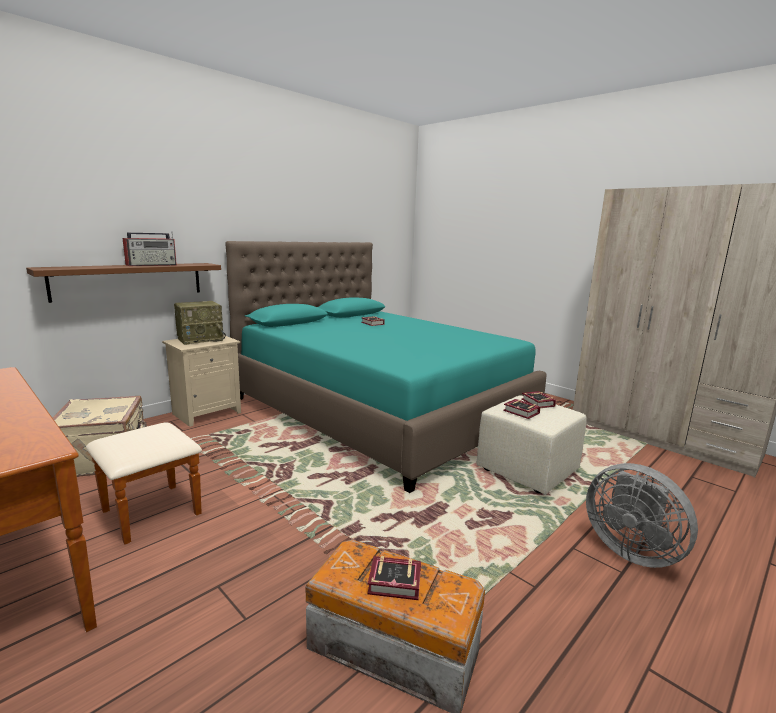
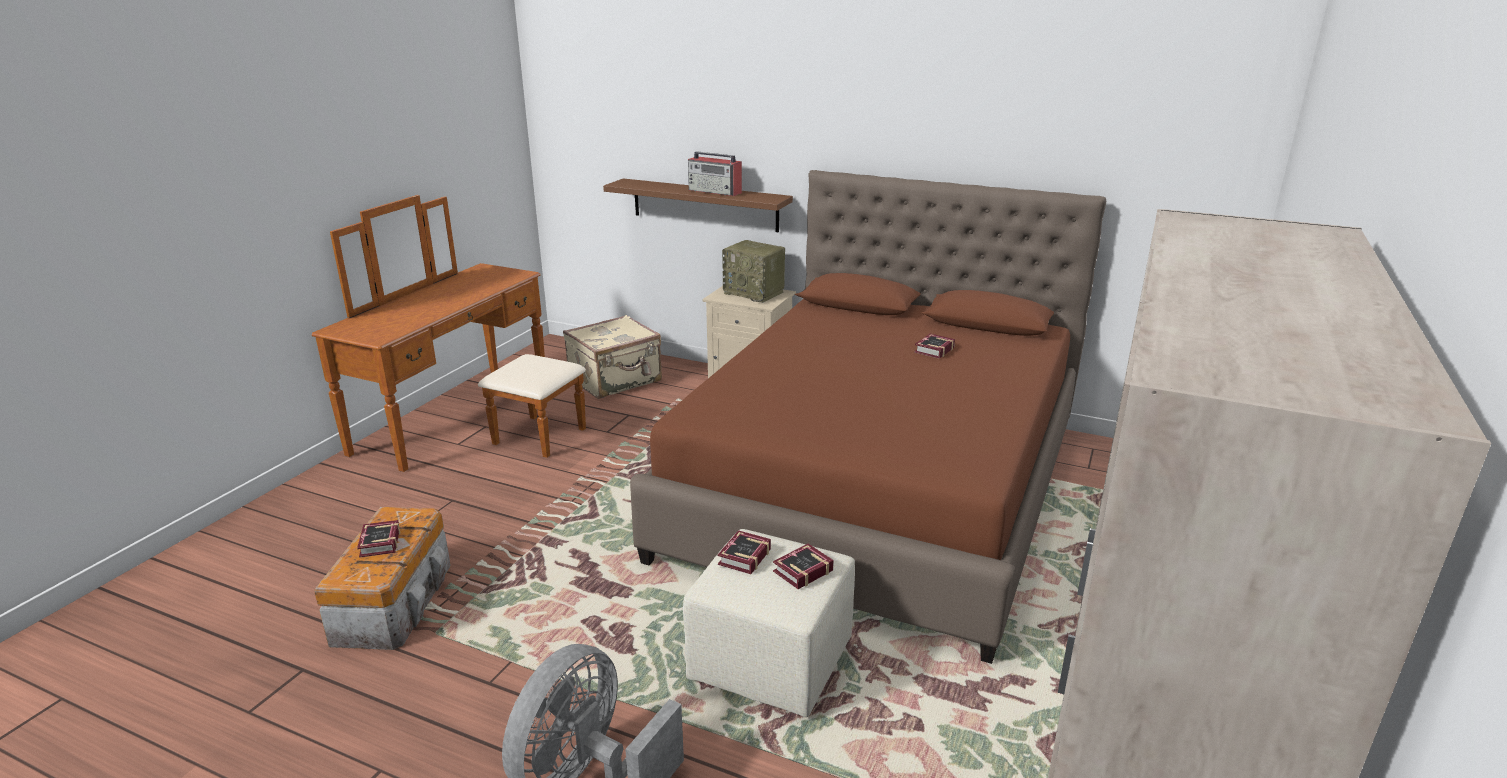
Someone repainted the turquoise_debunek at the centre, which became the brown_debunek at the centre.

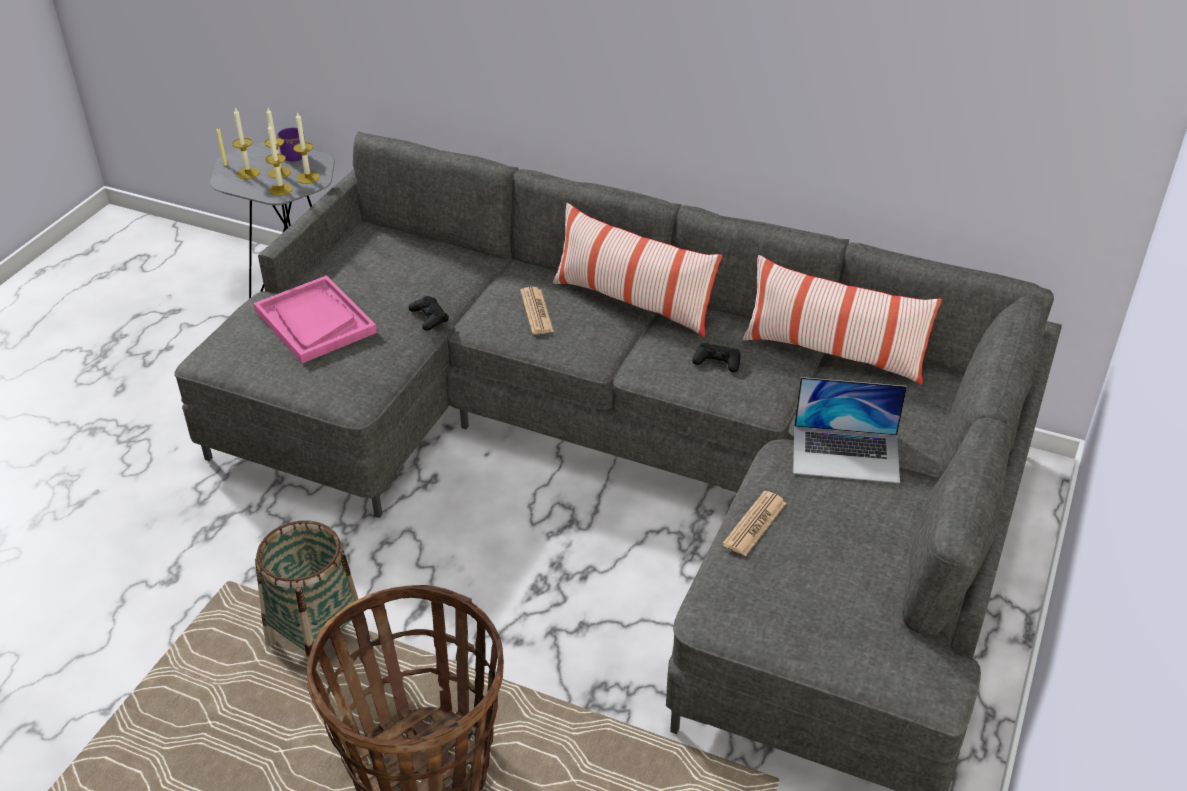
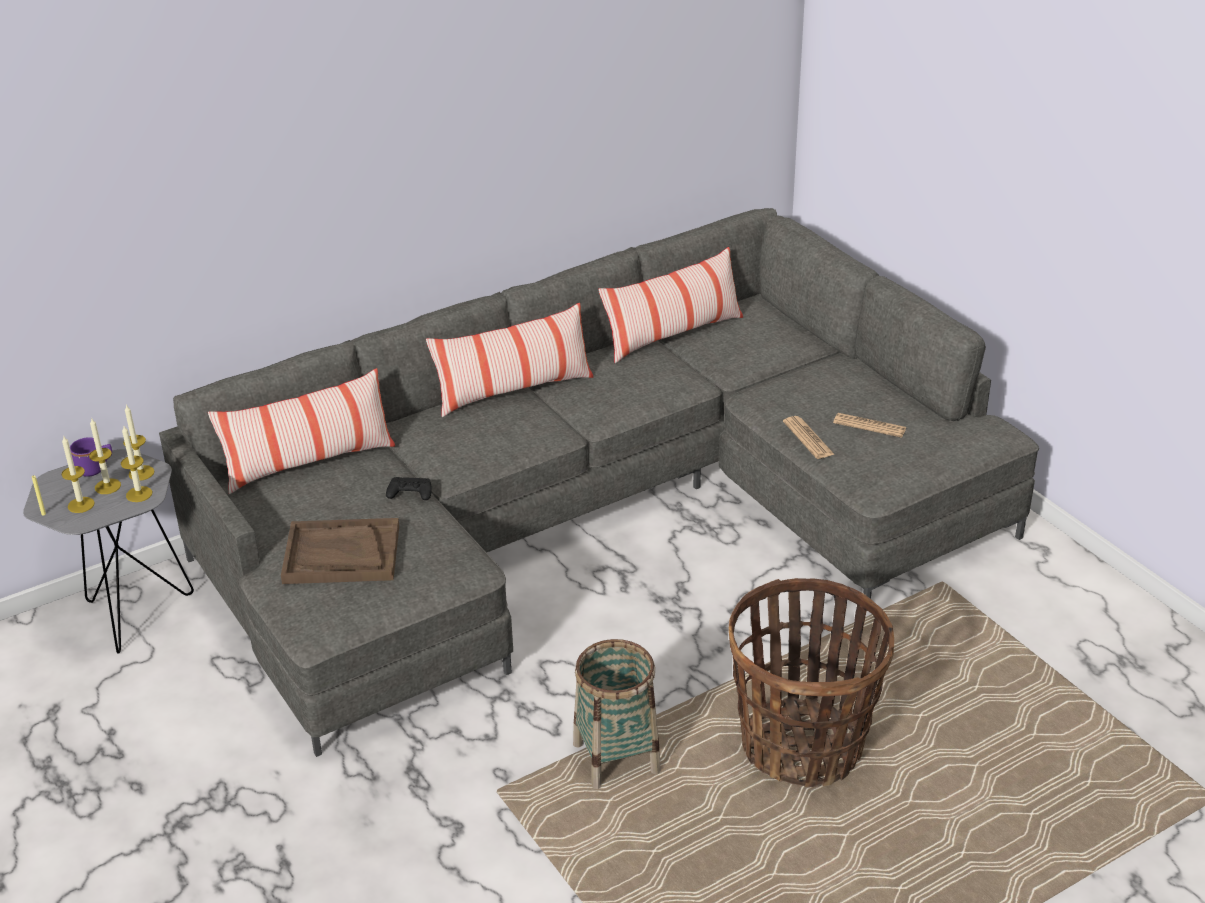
Someone repainted the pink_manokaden at the middle left, which became the brown_manokaden at the middle left. Someone carried the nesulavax (1st from left in the first image) from the centre to the middle right. Someone took away the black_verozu (2nd from left) at the centre. Someone took away the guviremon at the middle right. Someone put down the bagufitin (1st from left) at the middle left.

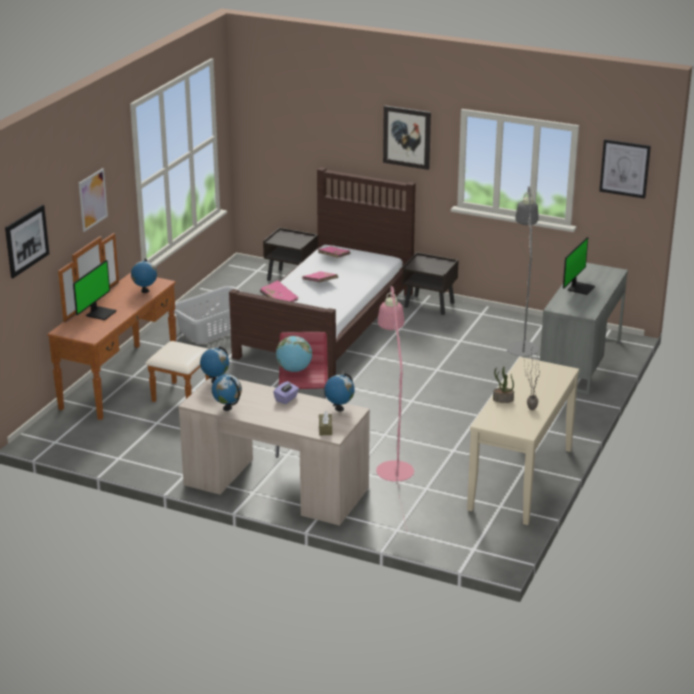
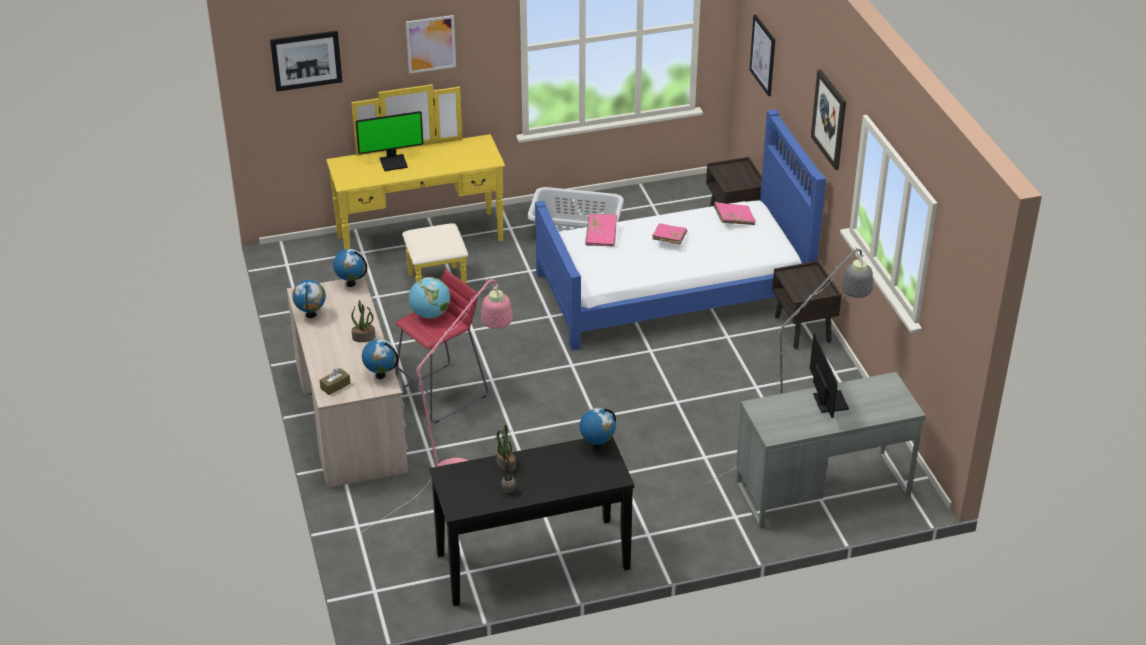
Someone carried the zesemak (4th from left in the first image) from the top right to the top centre. Someone repainted the brown_debunek at the centre, which became the blue_debunek at the centre. Someone repainted the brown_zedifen at the middle left, which became the yellow_zedifen at the top centre. Someone rotated the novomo (2nd from left) at the middle right by 90 degrees counterclockwise. Someone carried the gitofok (1st from left in the first image) from the middle left to the centre. Someone repainted the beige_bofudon at the middle right, which became the black_bofudon at the bottom centre. Someone swapped the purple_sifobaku at the centre for the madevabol (1st from left) at the middle left.

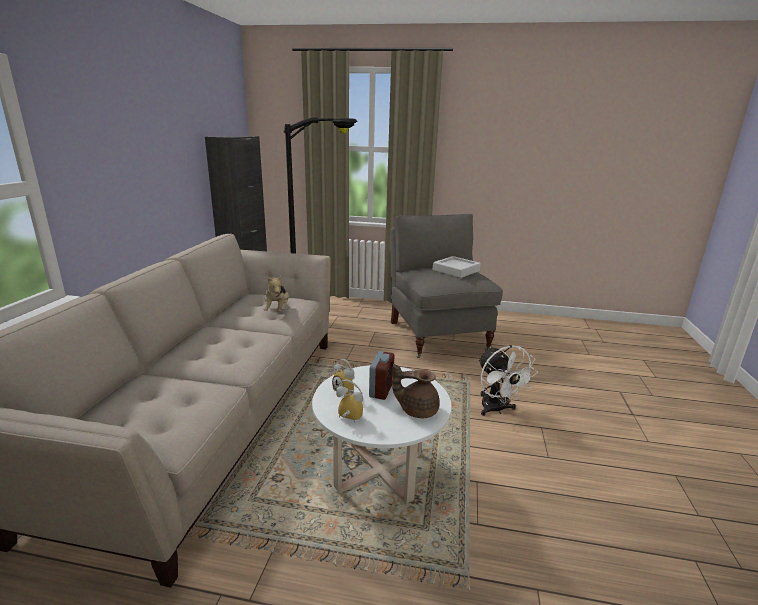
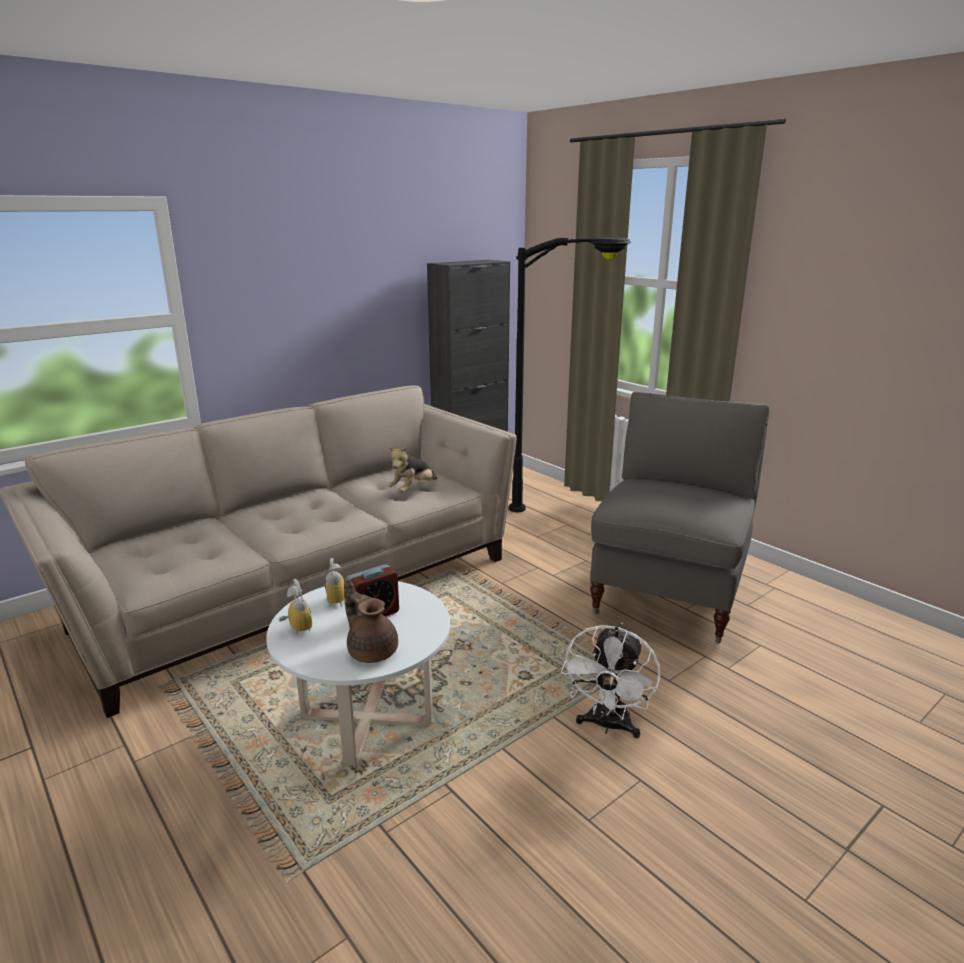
Someone took away the grey_manokaden at the centre.

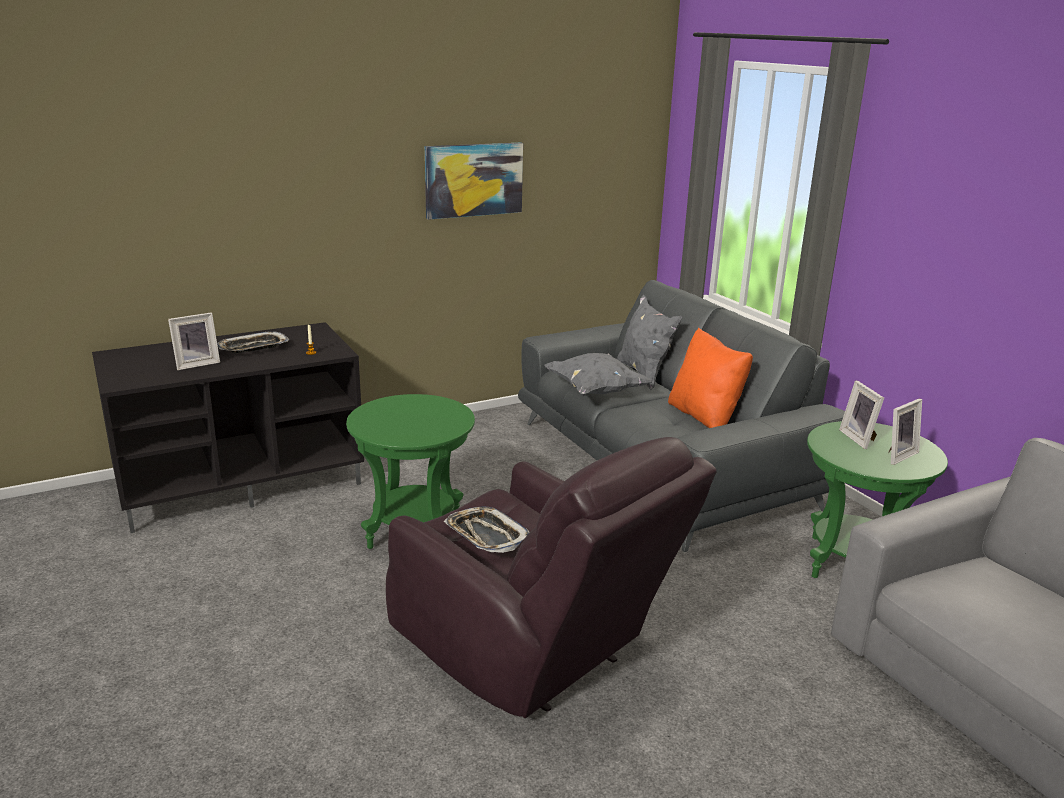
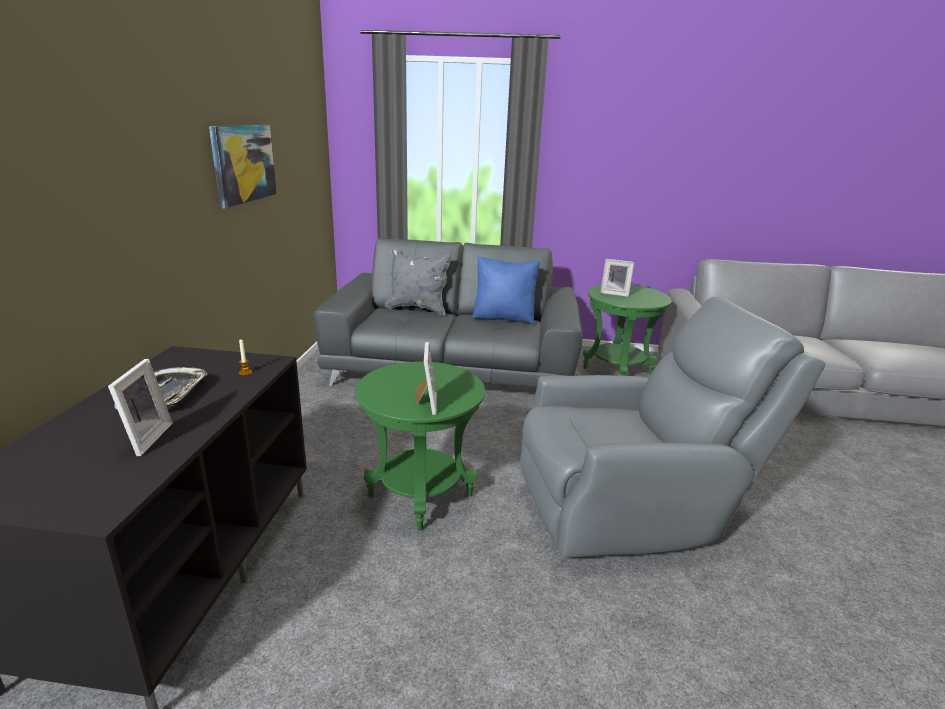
Someone repainted the orange_bagufitin at the middle right, which became the blue_bagufitin at the centre. Someone took away the grey_bagufitin (1st from left) at the centre. Someone carried the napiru (3rd from left in the first image) from the middle right to the centre. Someone repainted the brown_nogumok at the bottom centre, which became the grey_nogumok at the middle right. Someone took away the manokaden (2nd from left) at the centre.

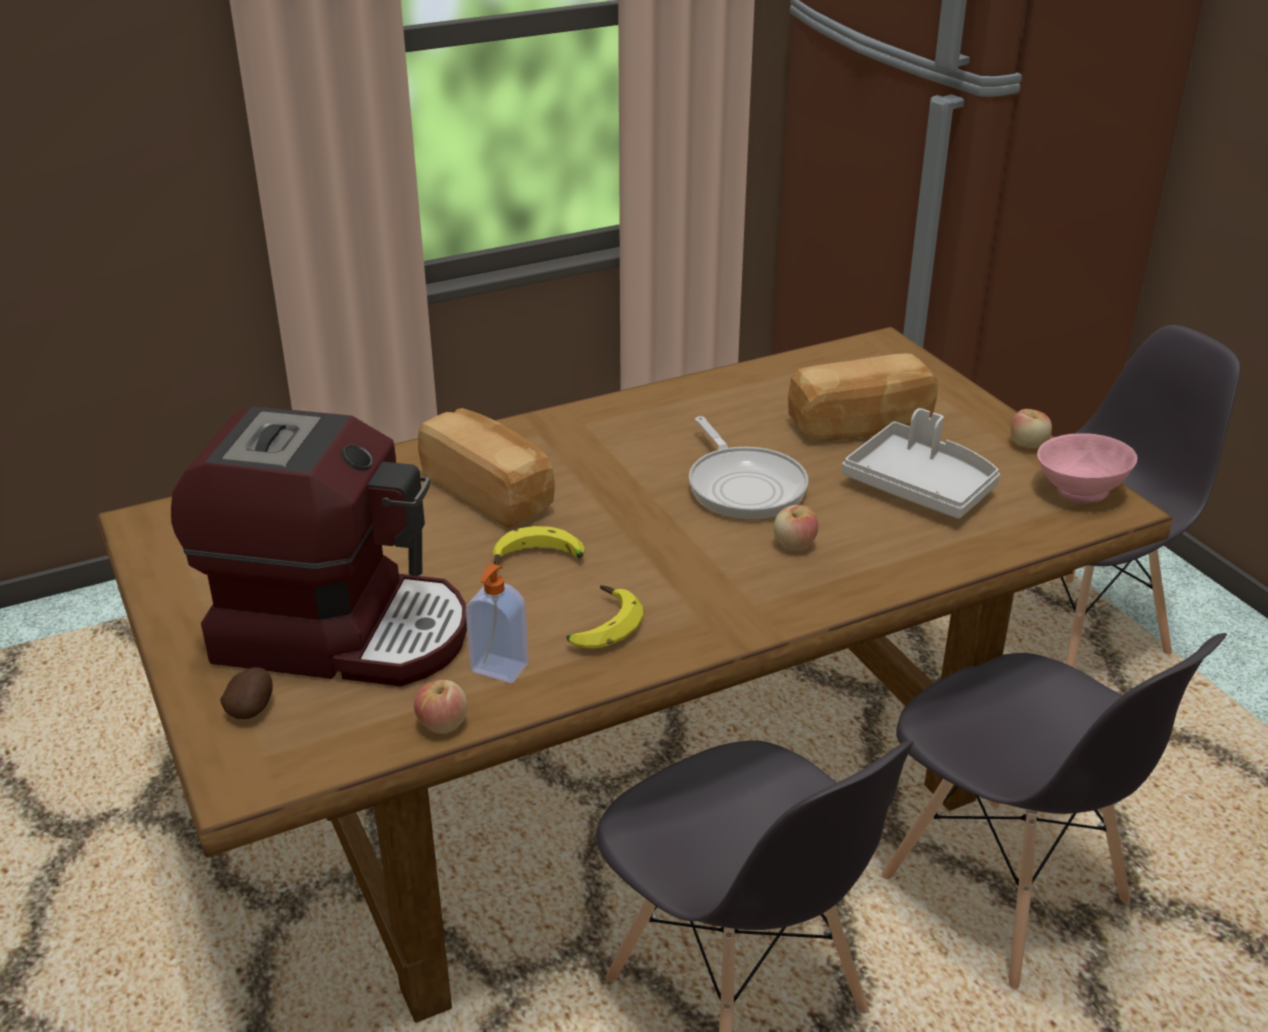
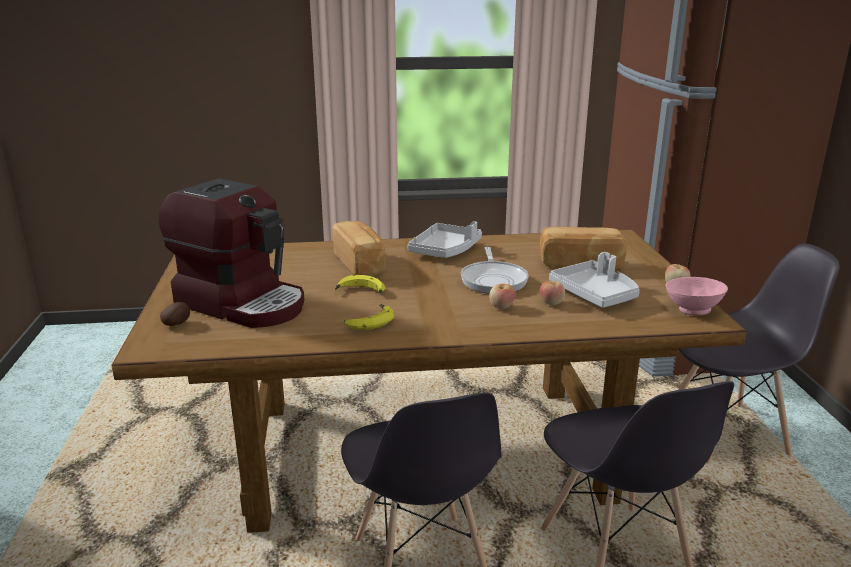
Someone took away the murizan at the centre. Someone carried the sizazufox (1st from left in the first image) from the bottom centre to the centre. Someone put down the grey_manokaden (1st from left) at the centre.

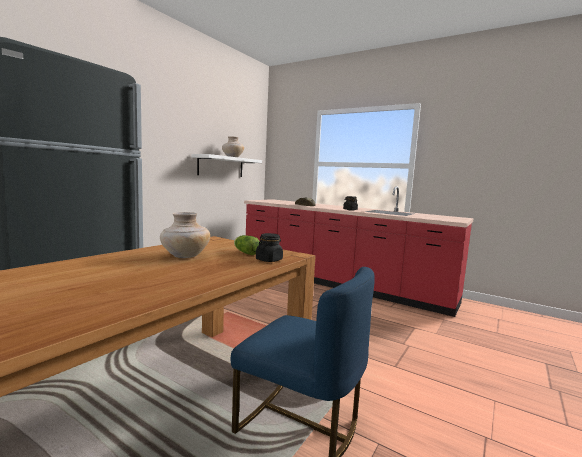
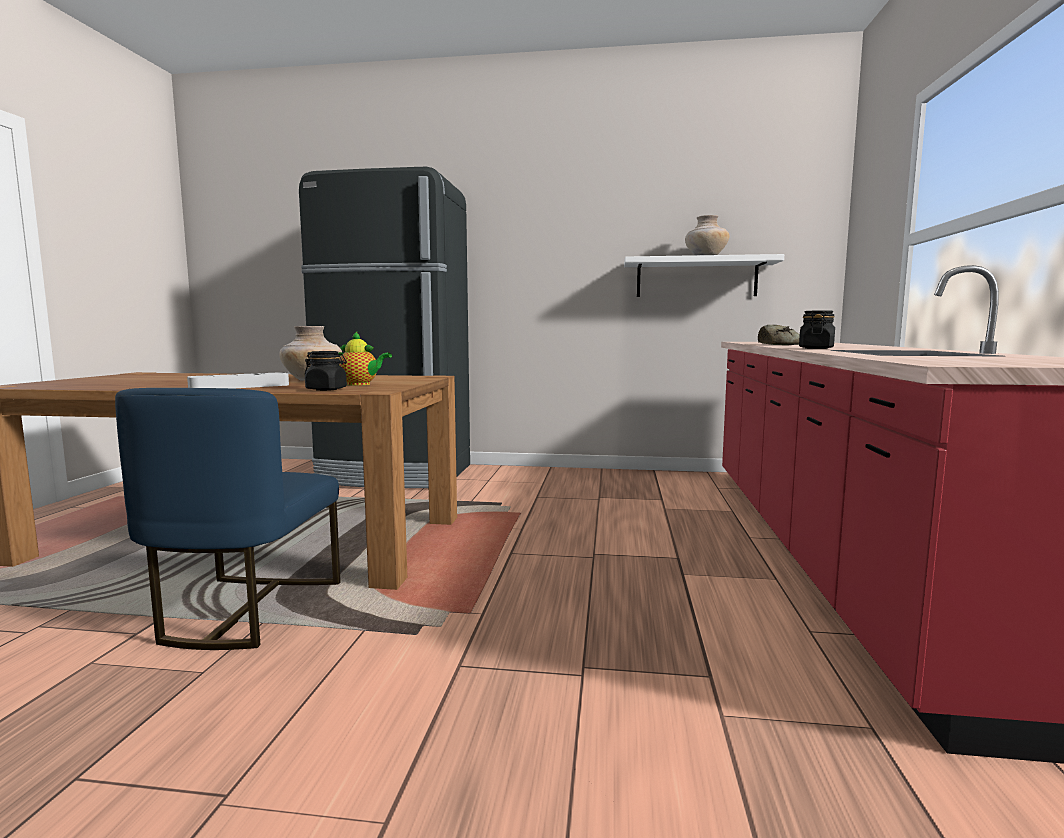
Someone swapped the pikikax at the centre for the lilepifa at the centre. Someone put down the grey_manokaden at the middle left.

